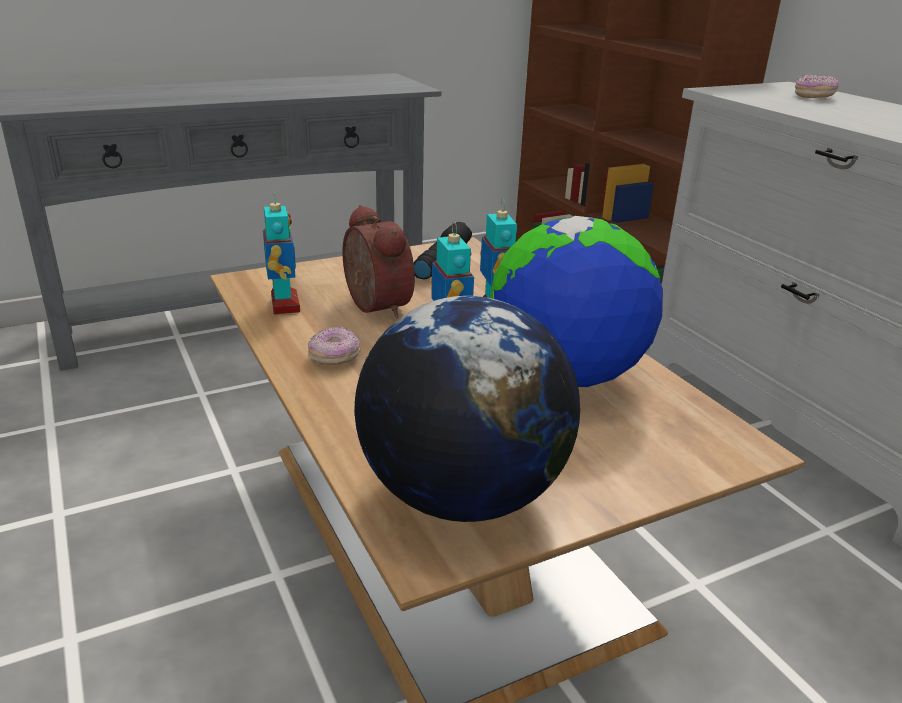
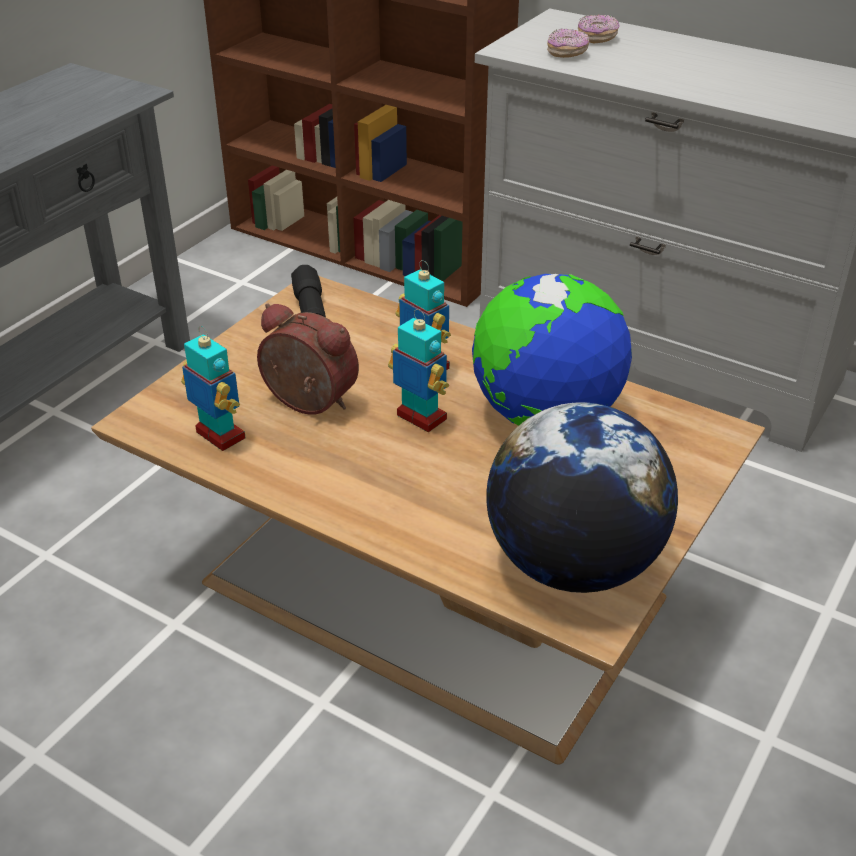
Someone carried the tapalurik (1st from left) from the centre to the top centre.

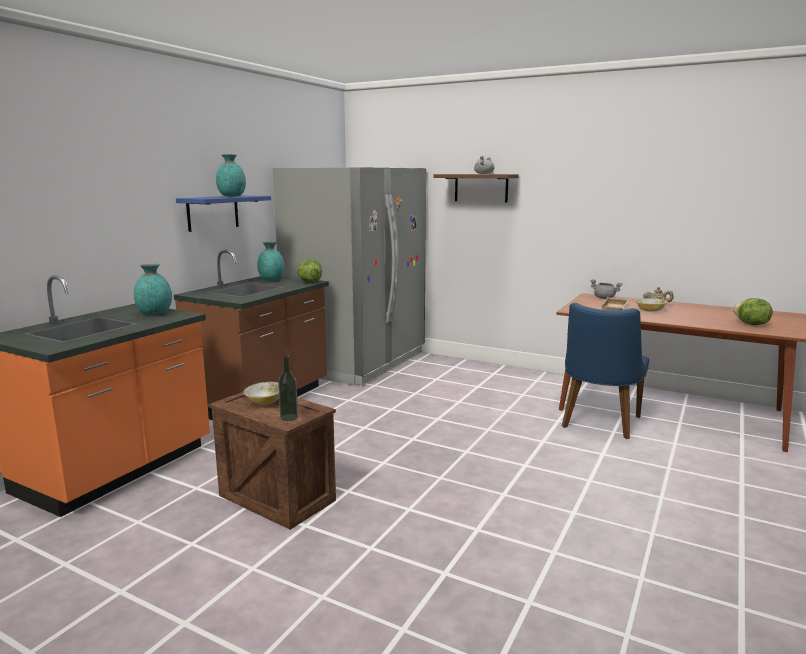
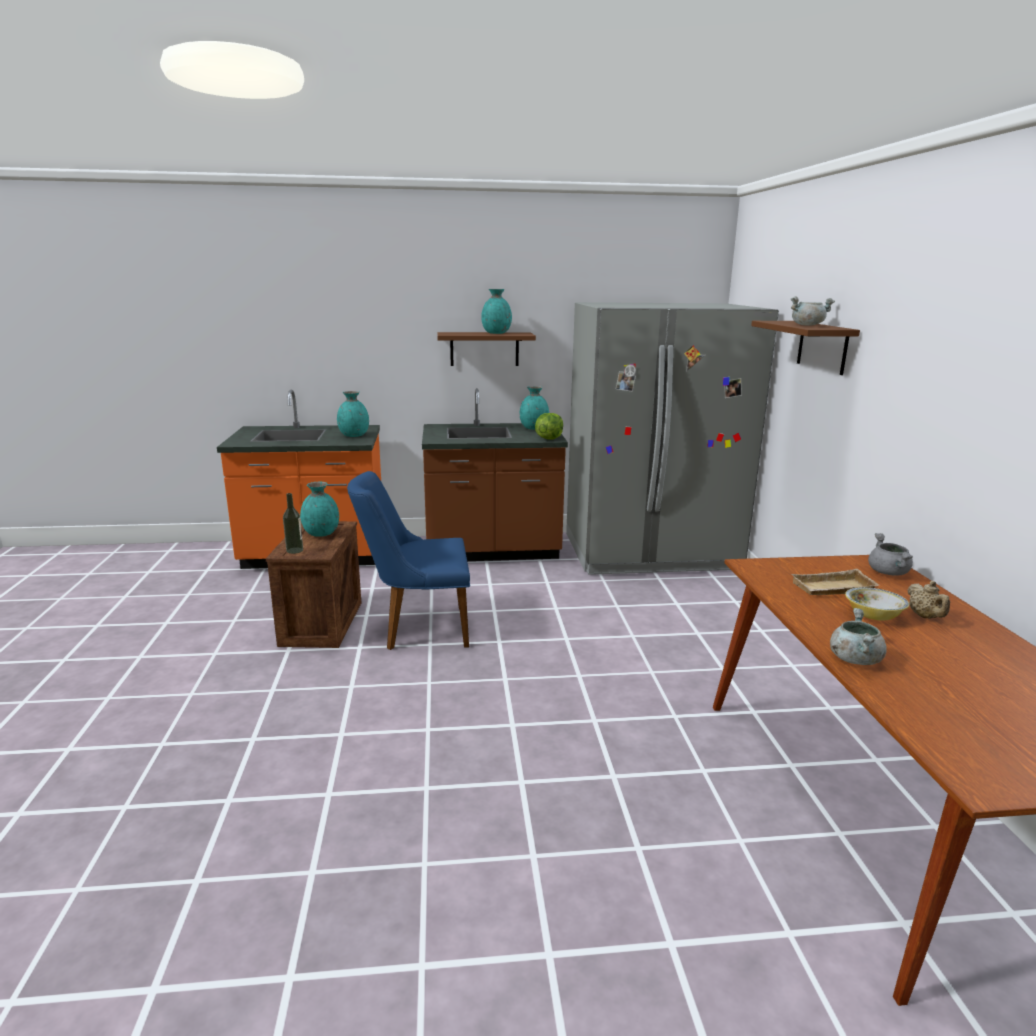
Someone repainted the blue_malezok at the top left, which became the brown_malezok (1st from left) at the centre. Someone took away the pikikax (2nd from left) at the middle right. Someone carried the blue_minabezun from the middle right to the centre. Someone swapped the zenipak (1st from left) at the middle left for the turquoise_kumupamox (1st from left) at the middle left. Someone put down the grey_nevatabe (2nd from left) at the middle right.

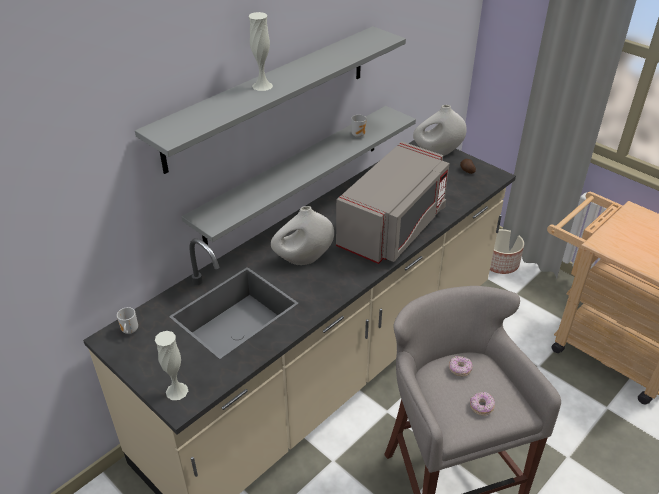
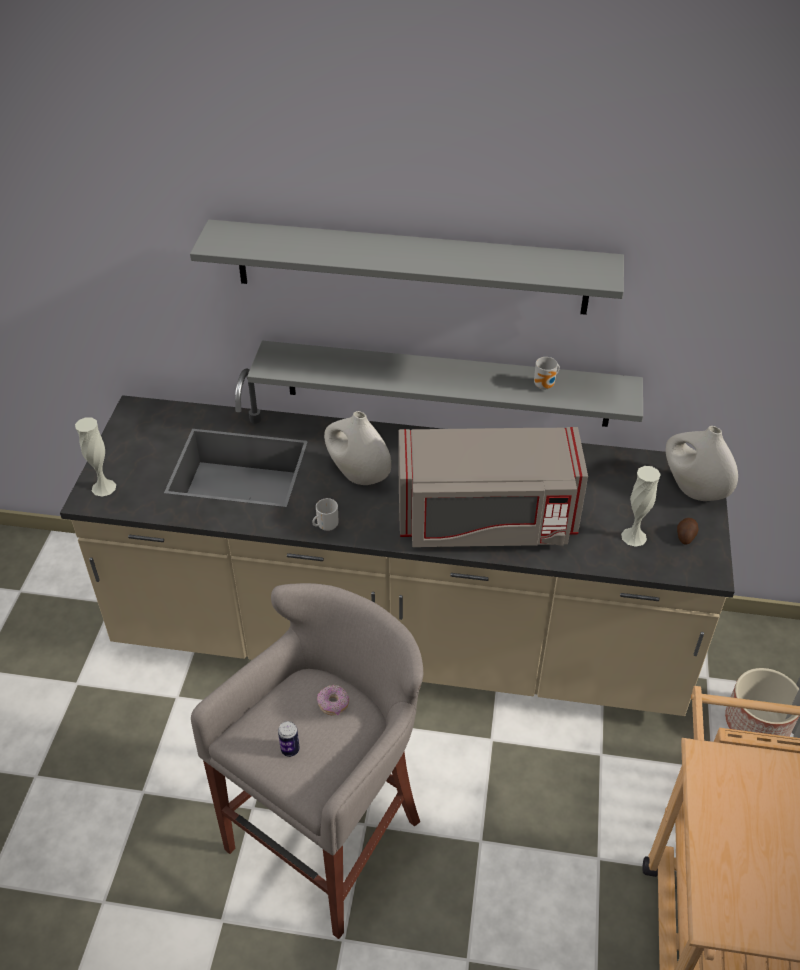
Someone carried the white_kumupamox (2nd from left in the first image) from the top centre to the middle right. Someone carried the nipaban (1st from left) from the middle left to the centre. Someone swapped the tapalurik (2nd from left) at the bottom right for the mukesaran at the bottom centre.

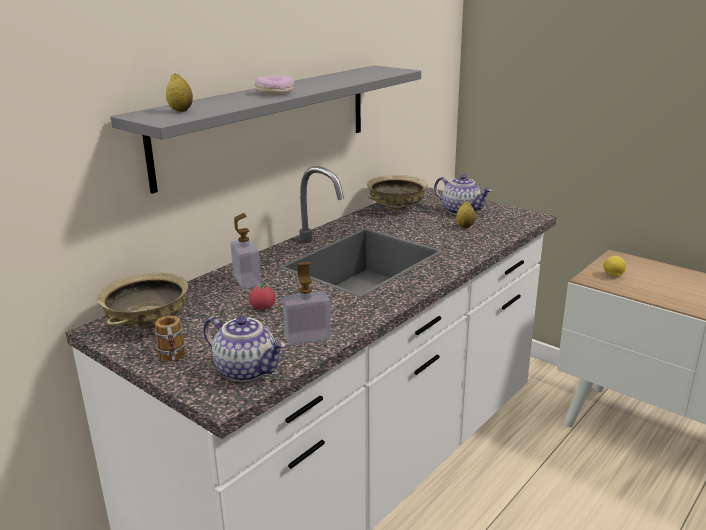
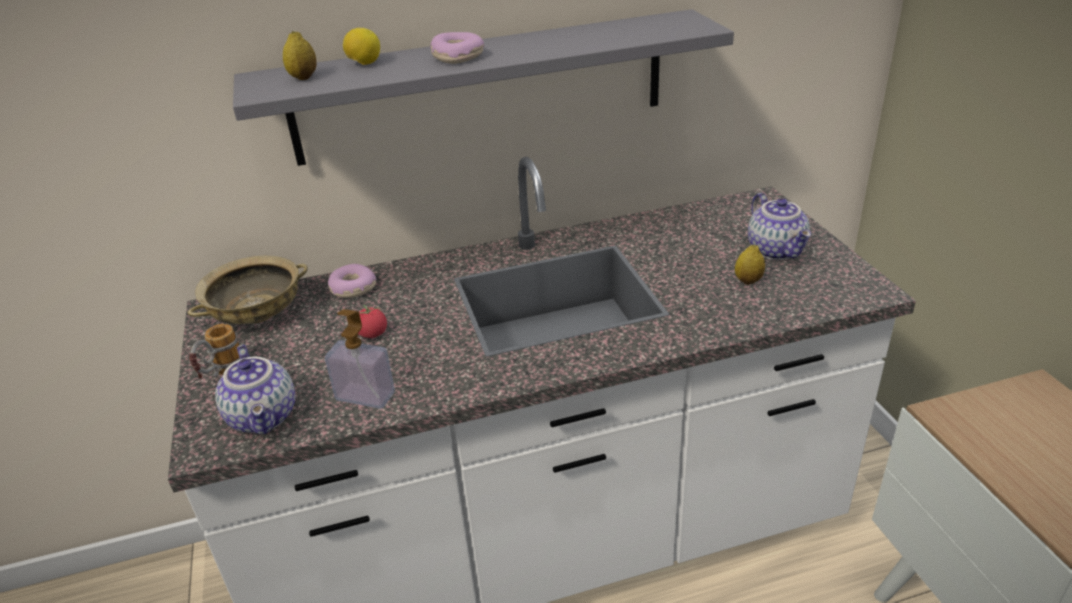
Someone took away the beige_zenipak (2nd from left) at the centre. Someone took away the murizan (1st from left) at the centre. Someone carried the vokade (3rd from left in the first image) from the middle right to the top centre. Someone put down the tapalurik (1st from left) at the middle left.

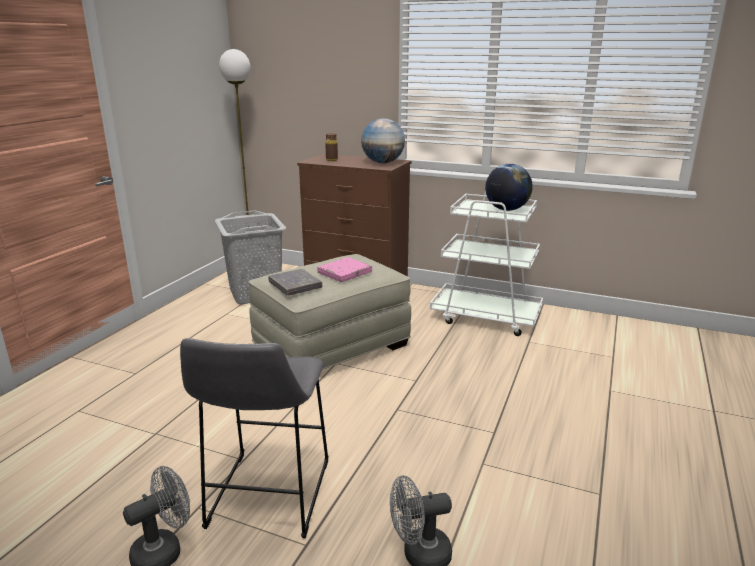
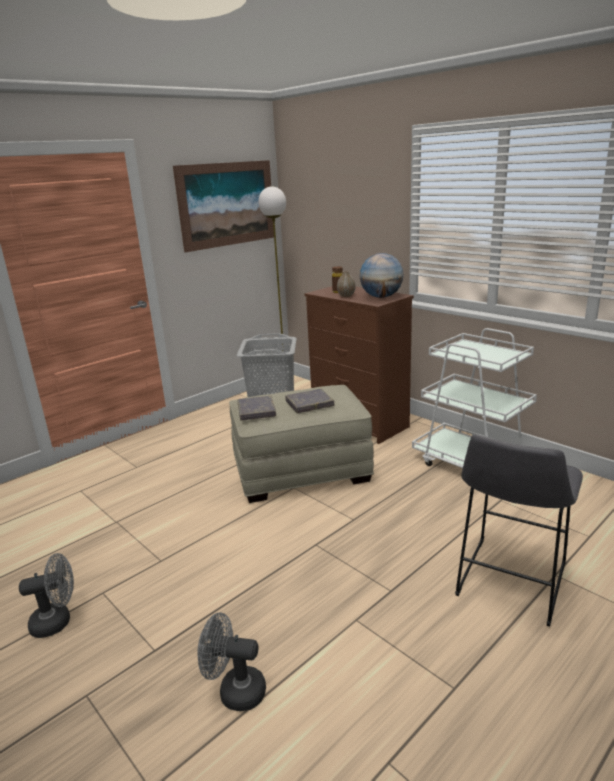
Someone took away the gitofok (2nd from left) at the top right. Someone repainted the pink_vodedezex at the centre, which became the grey_vodedezex (2nd from left) at the centre. Someone carried the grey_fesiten from the bottom centre to the bottom right. Someone put up the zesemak at the top centre. Someone put down the kumupamox at the centre.

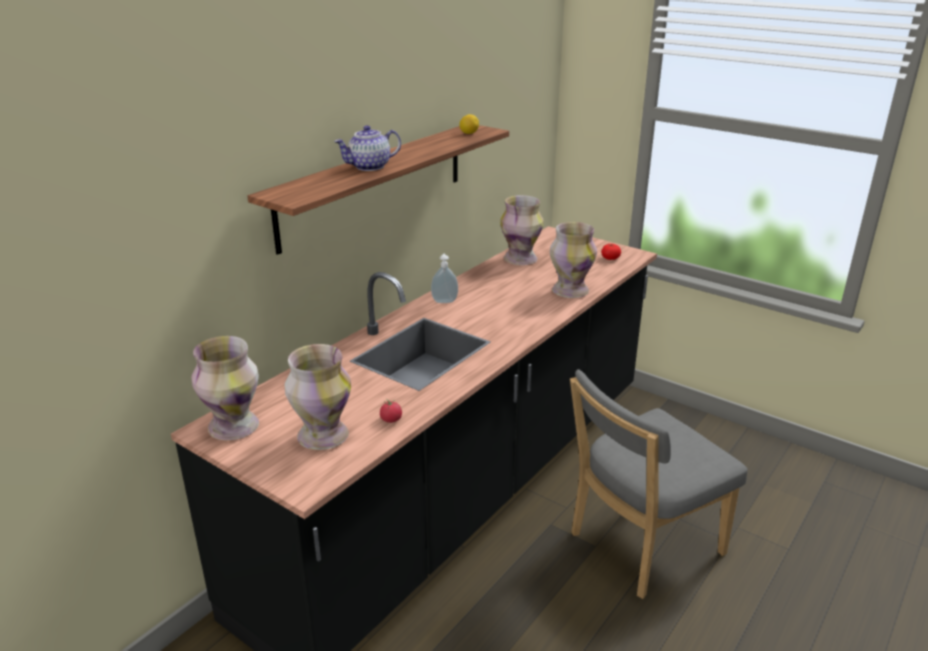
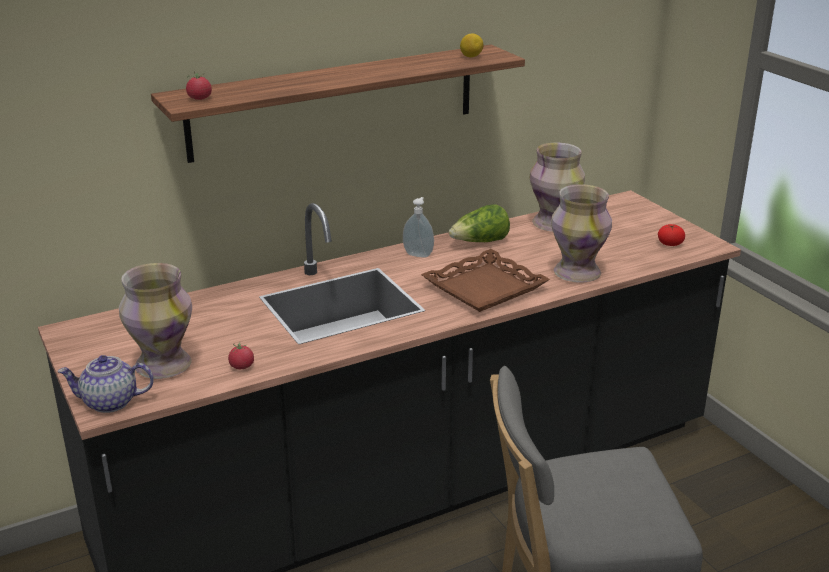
Someone carried the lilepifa from the top centre to the bottom left. Someone took away the kumupamox (1st from left) at the middle left. Someone put down the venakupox (1st from left) at the top left. Someone put down the pikikax at the centre. Someone put down the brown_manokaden at the centre.

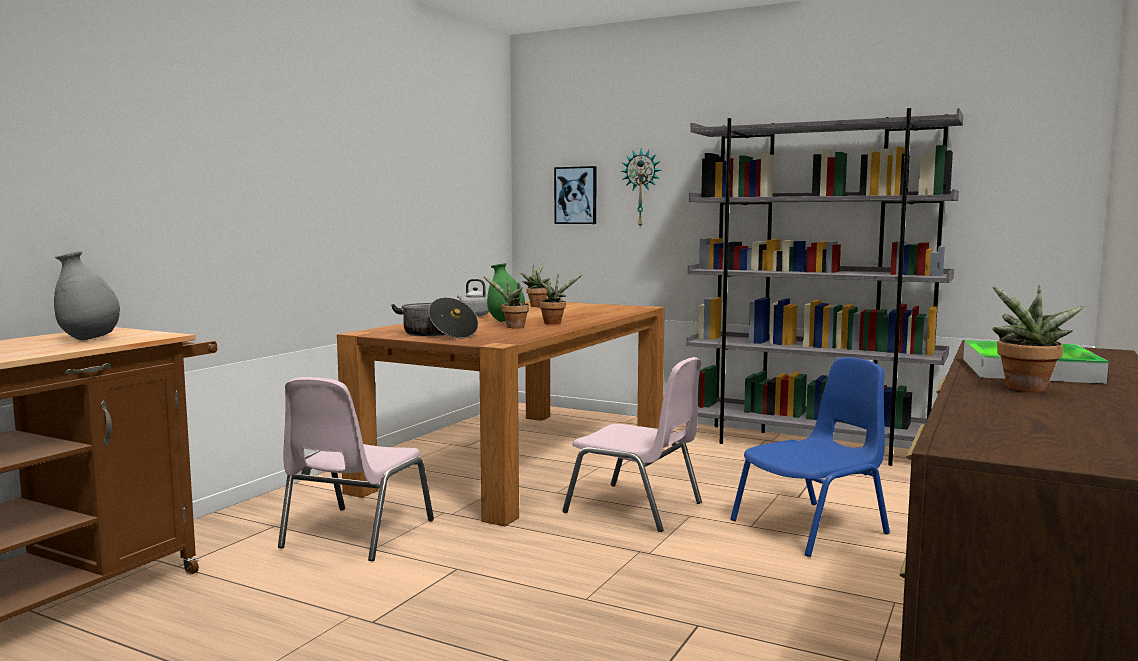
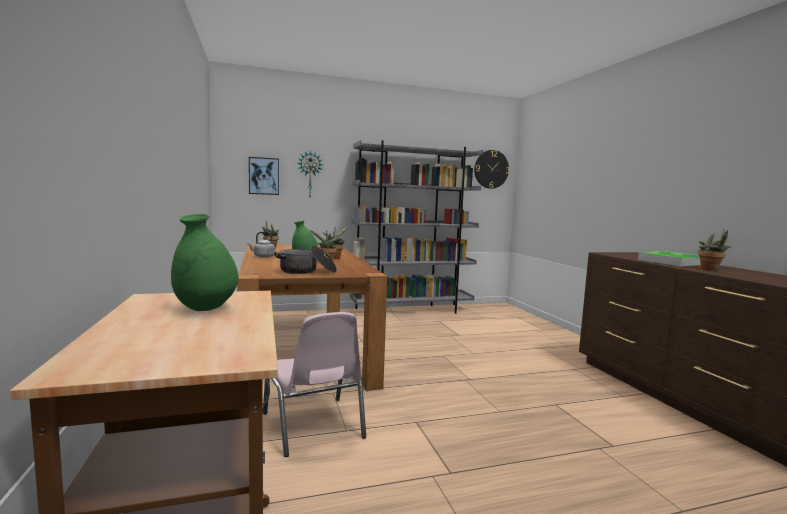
Someone repainted the grey_kumupamox at the middle left, which became the green_kumupamox (1st from left) at the middle left. Someone took away the pink_minabezun (2nd from left) at the bottom centre. Someone took away the blue_minabezun at the bottom right. Someone put up the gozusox (2nd from left) at the top centre.

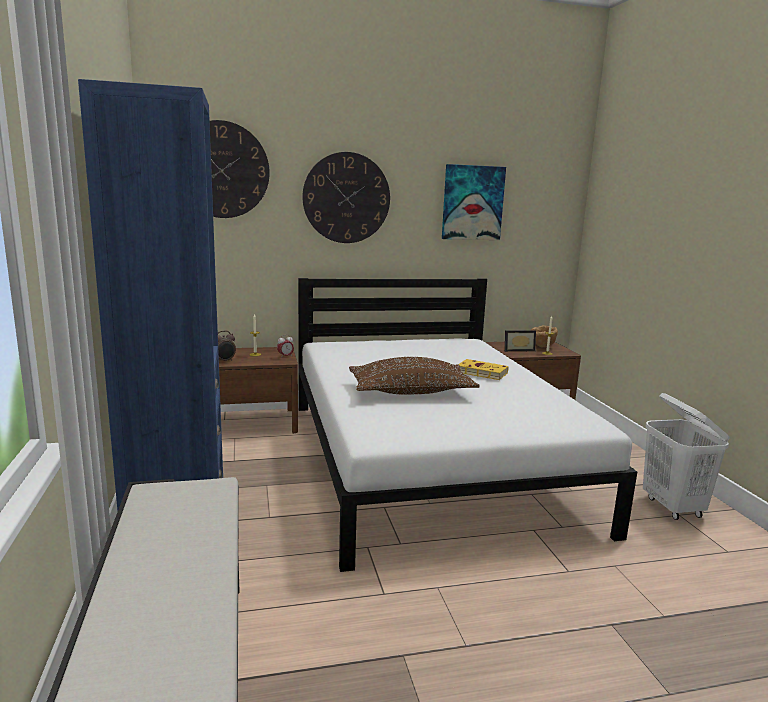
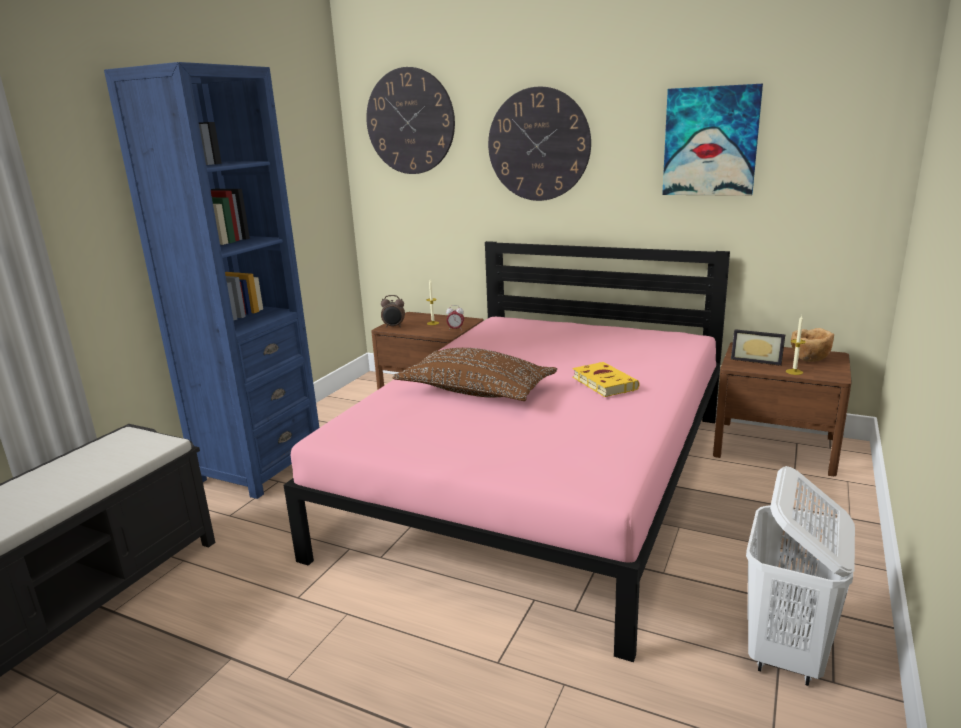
Someone repainted the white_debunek at the centre, which became the pink_debunek at the centre.

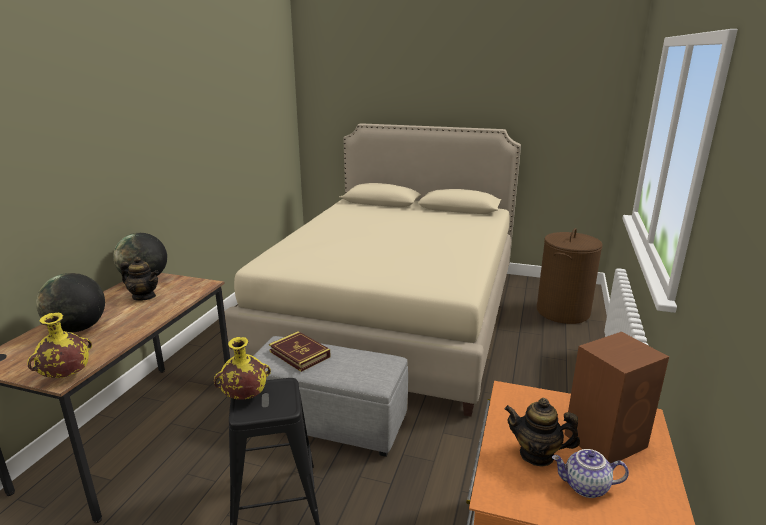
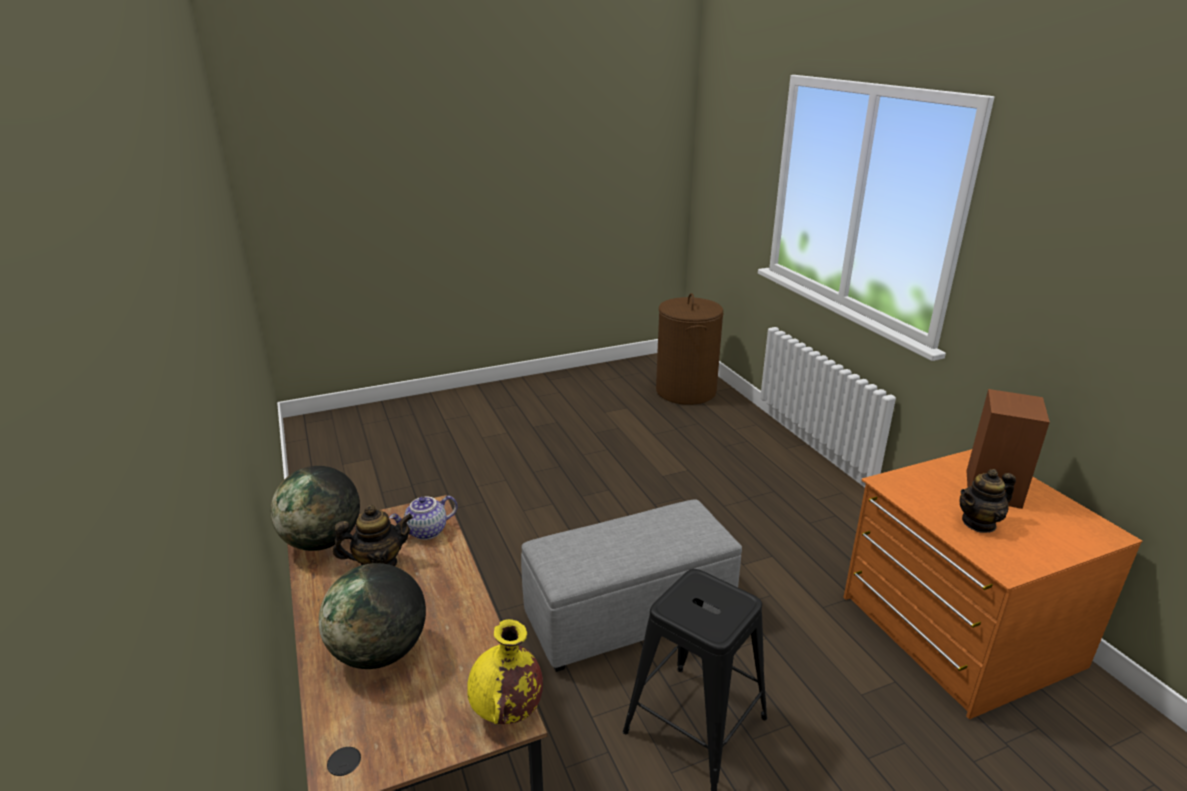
Someone took away the beige_debunek at the centre. Someone took away the vodedezex at the bottom centre. Someone took away the yellow_kumupamox (2nd from left) at the bottom left. Someone carried the lilepifa (3rd from left in the first image) from the bottom right to the centre.

